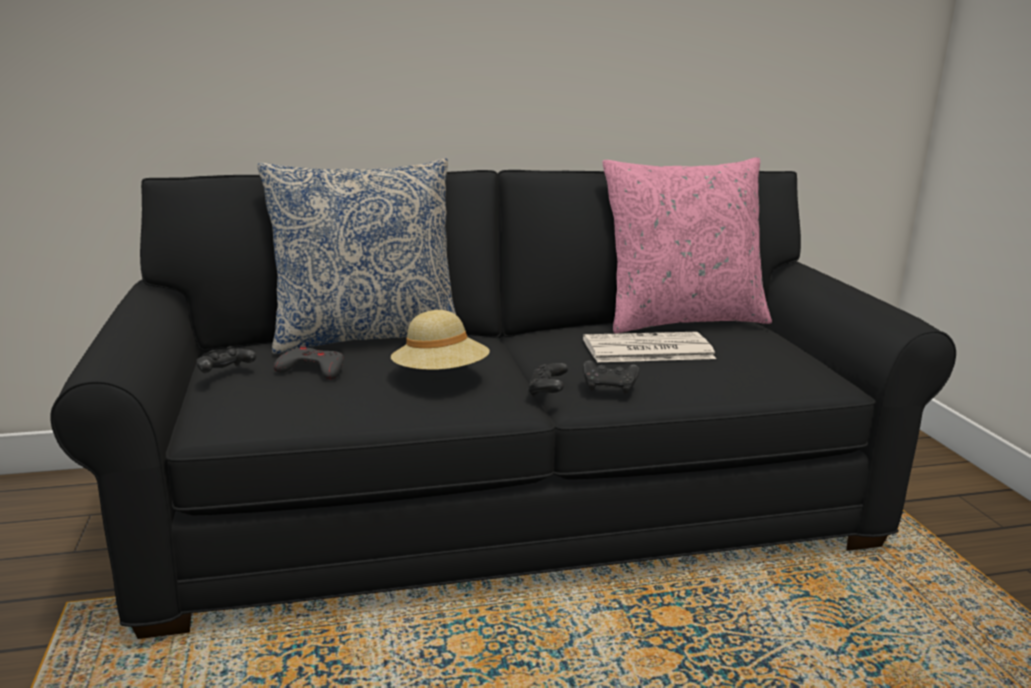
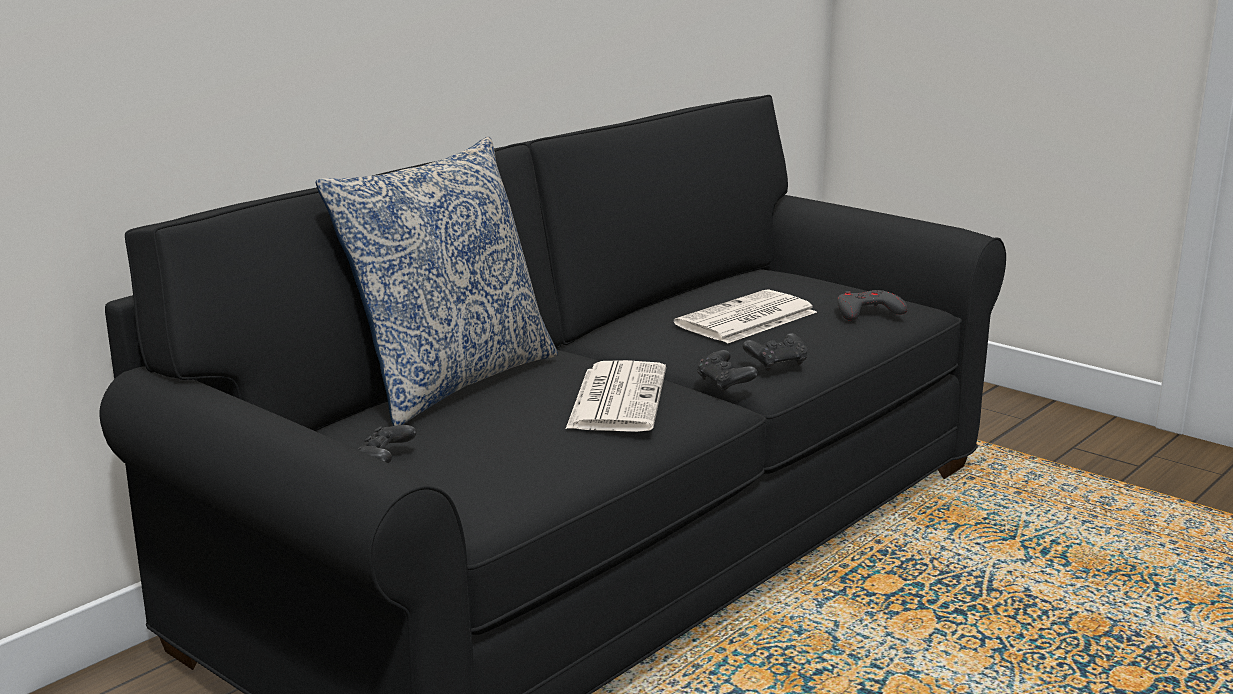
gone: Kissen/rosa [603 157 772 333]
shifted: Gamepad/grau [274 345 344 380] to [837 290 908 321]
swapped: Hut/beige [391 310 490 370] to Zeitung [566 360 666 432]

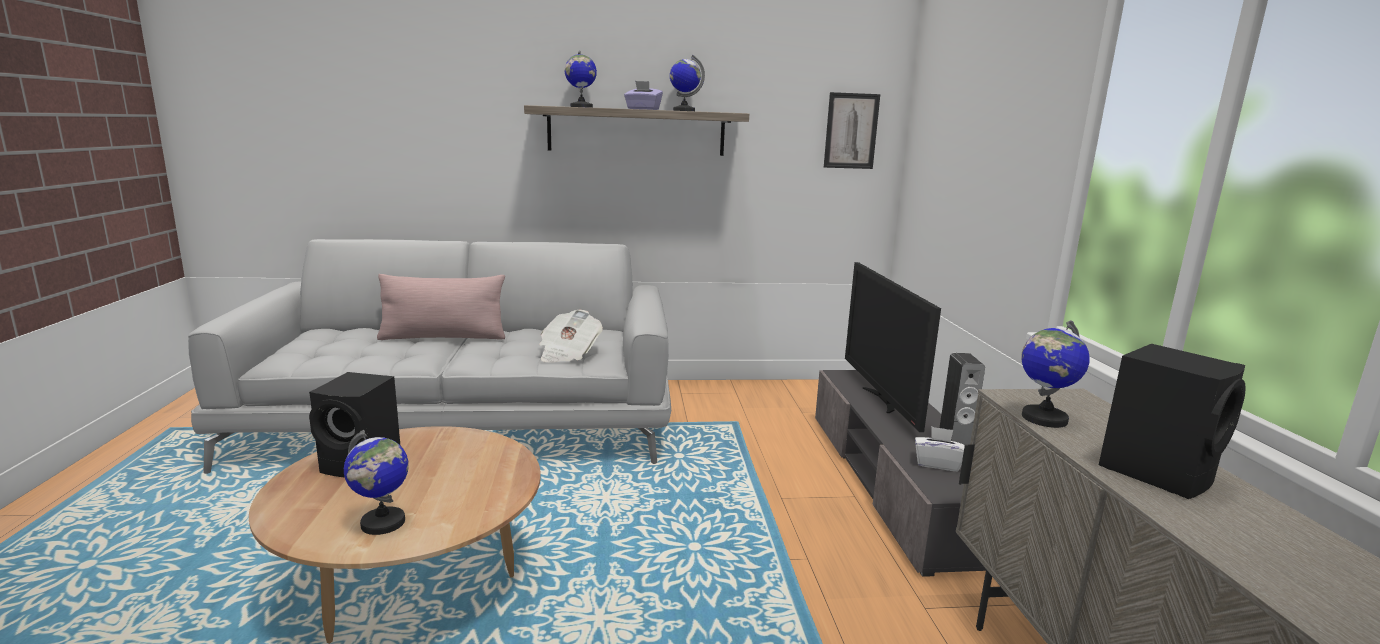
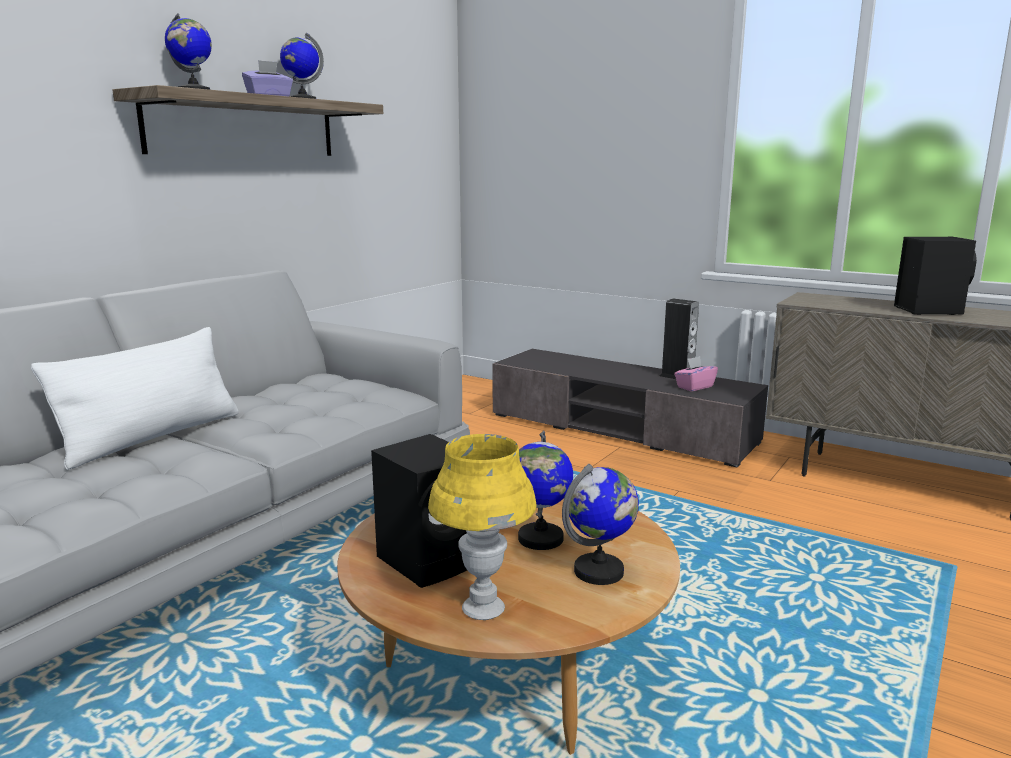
gone: Zeitung [539 310 603 363]; Bild [824 92 880 169]; Fernseher [845 262 941 432]
new: Tischlampe/gelb [428 434 536 620]
shifted: Globus [1021 320 1090 428] to [518 431 573 550]
repainted: Kissen/rosa [377 274 505 340] to Kissen/weiß [31 327 239 470]; Taschentuchbox/weiß [915 427 965 471] to Taschentuchbox/rosa [674 356 718 391]

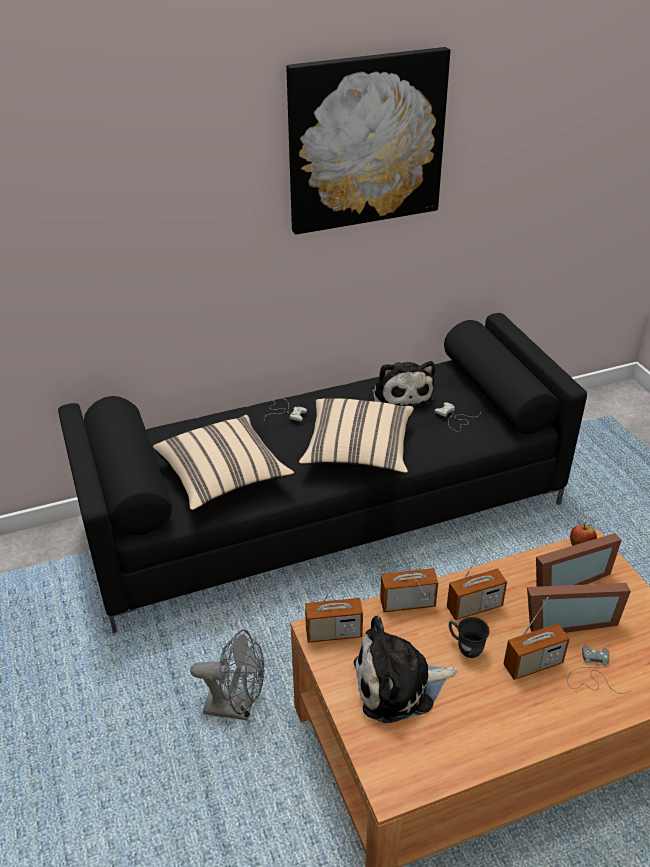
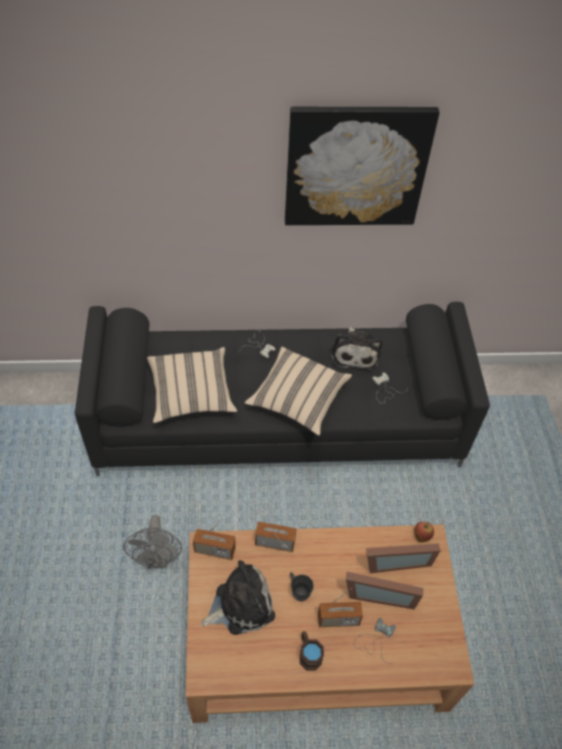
gone: Radio [447 542 507 620]
new: Henkelbecher/braun [300 631 324 671]
rotated: Ventilator/grau [191 629 264 720] = [124 515 182 568] 60 degrees clockwise; Plüschtier [354 616 457 723] = [201 560 275 635] 150 degrees clockwise

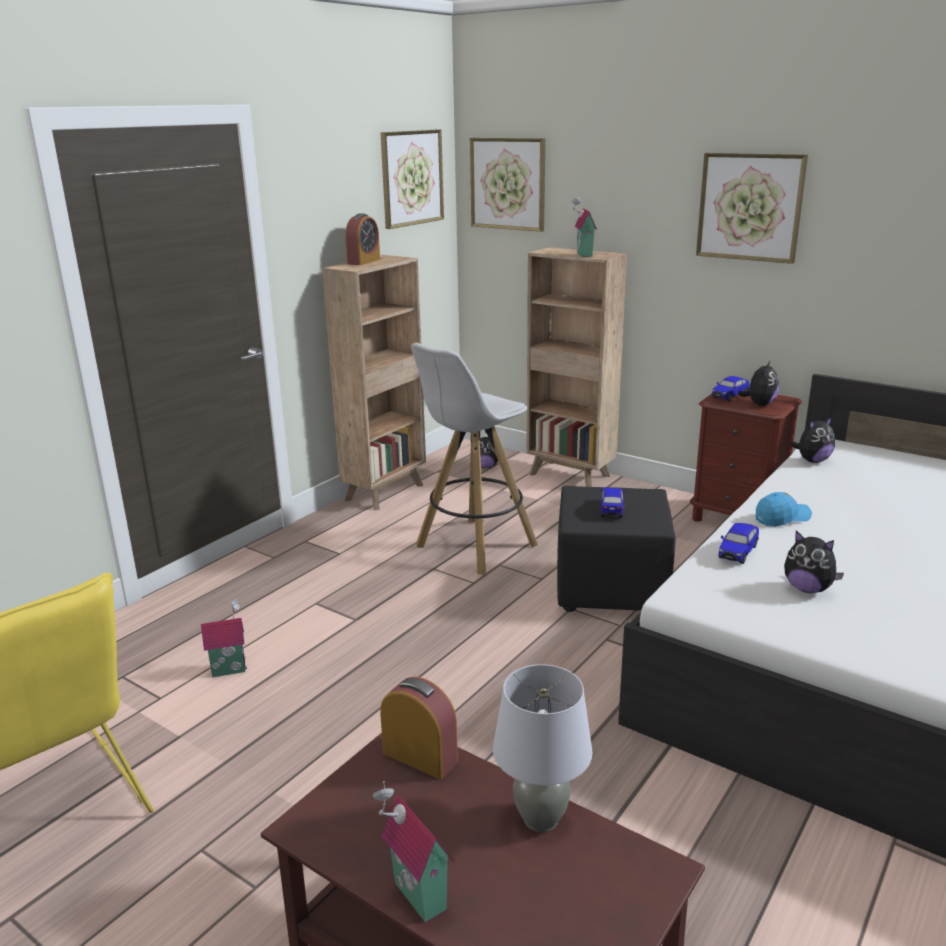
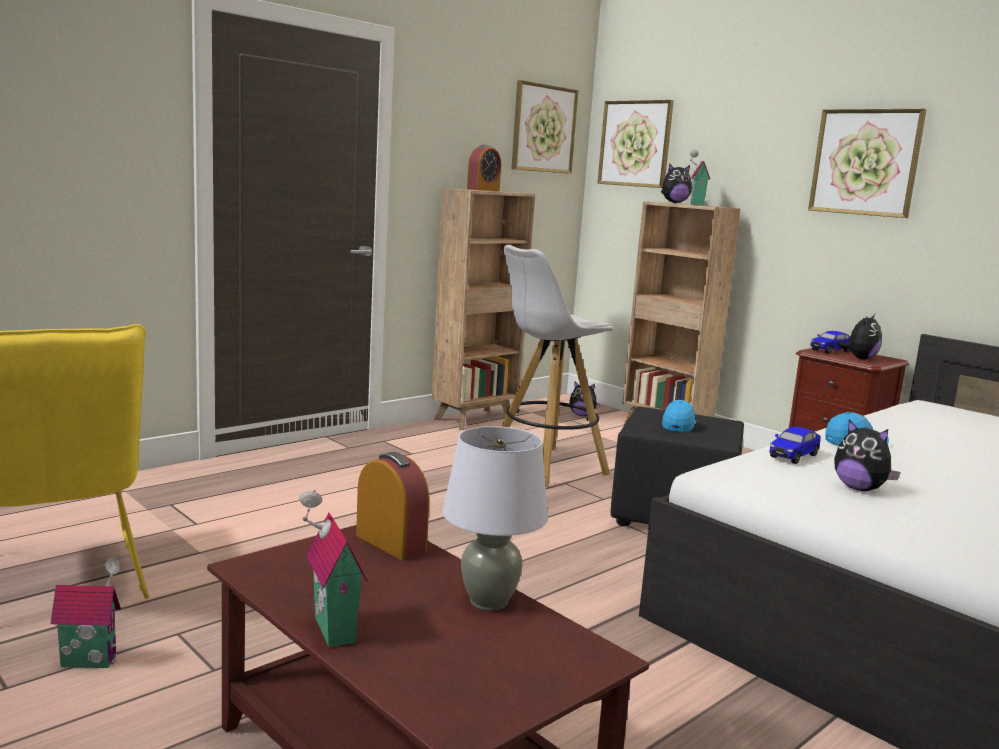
shifted: Spielzeughaus [201 599 247 677] to [51 558 121 668]; Plüschtier [791 417 835 463] to [661 164 692 203]
swapped: Spielzeugauto [600 488 625 518] to Kappe/blau [662 400 696 432]

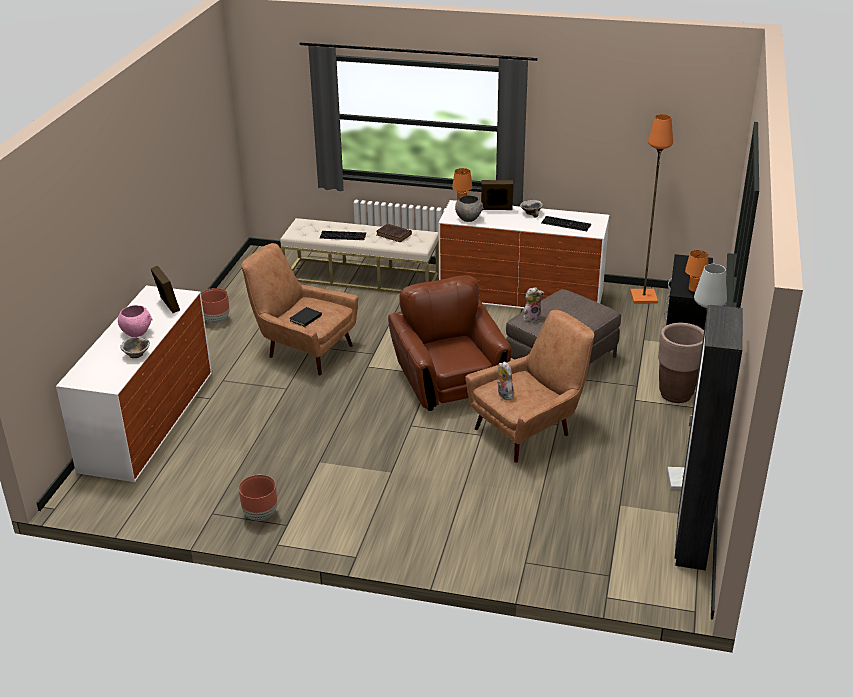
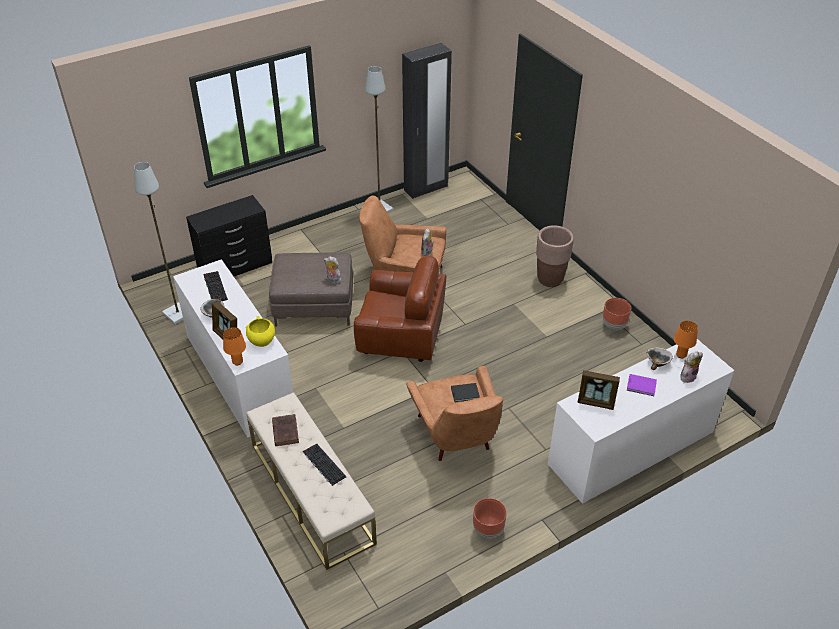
new: Plüschtier [680 351 703 383]
shifted: Pflanzkübel/braun [658 323 704 403] to [536 225 574 287]; Tischlampe/orange [685 250 708 293] to [674 321 698 358]
swapped: Schüssel/rosa [118 305 153 337] to Buch/lila [627 374 657 396]
repainted: Schüssel/grau [455 195 484 222] to Schüssel/gelb [246 316 275 347]; Stehlampe/orange [630 114 673 304] to Stehlampe/grau [134 162 183 324]
rotated: Bilderrahmen [151 266 180 313] = [578 370 620 410] 90 degrees counterclockwise; Sessel/braun [388 275 511 411] = [354 256 446 362] 105 degrees counterclockwise

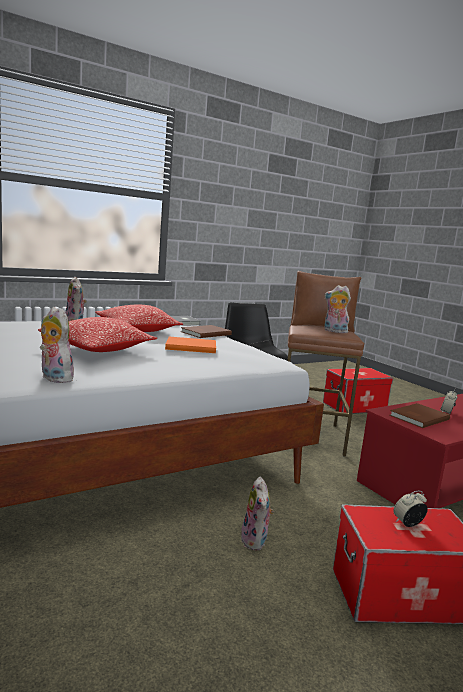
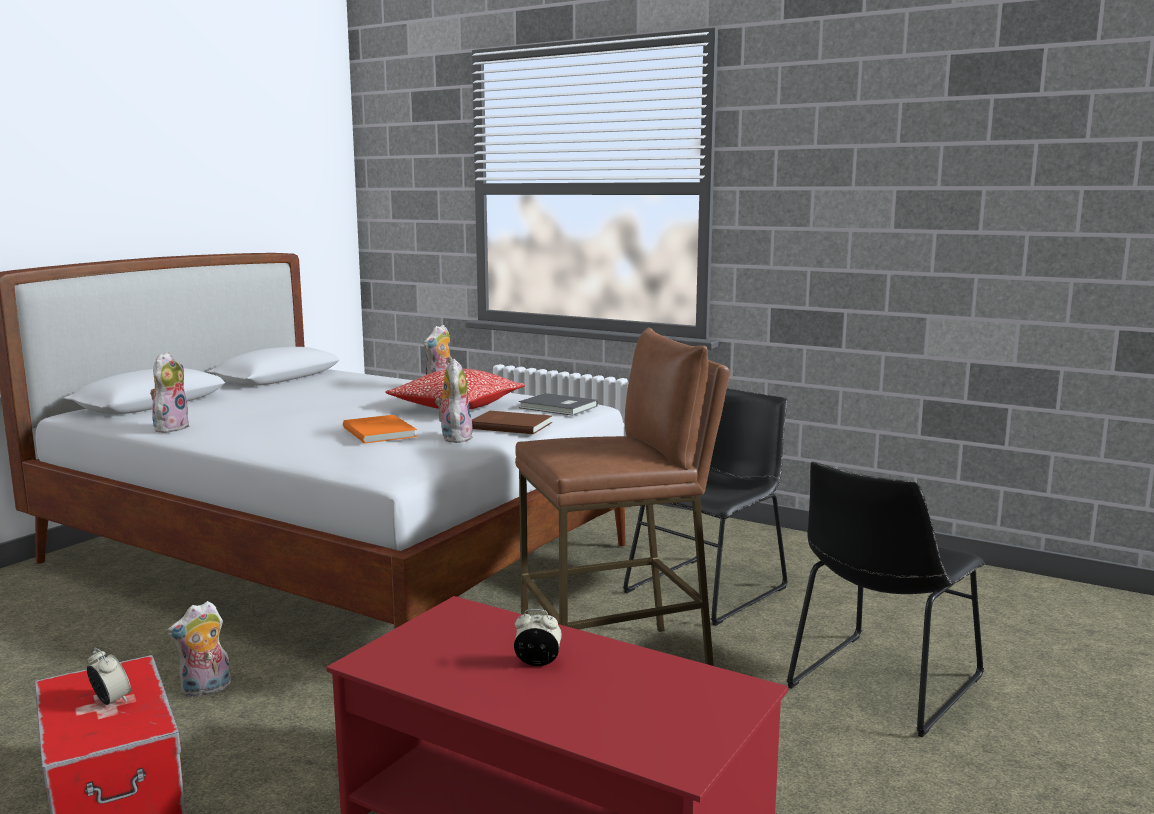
gone: Kissen [38 317 158 352]; Buch/braun [390 403 450 428]
shifted: Plüschtier [324 285 351 333] to [435 359 473 443]
swapped: Aufbewahrungsbox [323 368 393 414] to Stuhl/schwarz [787 462 985 738]

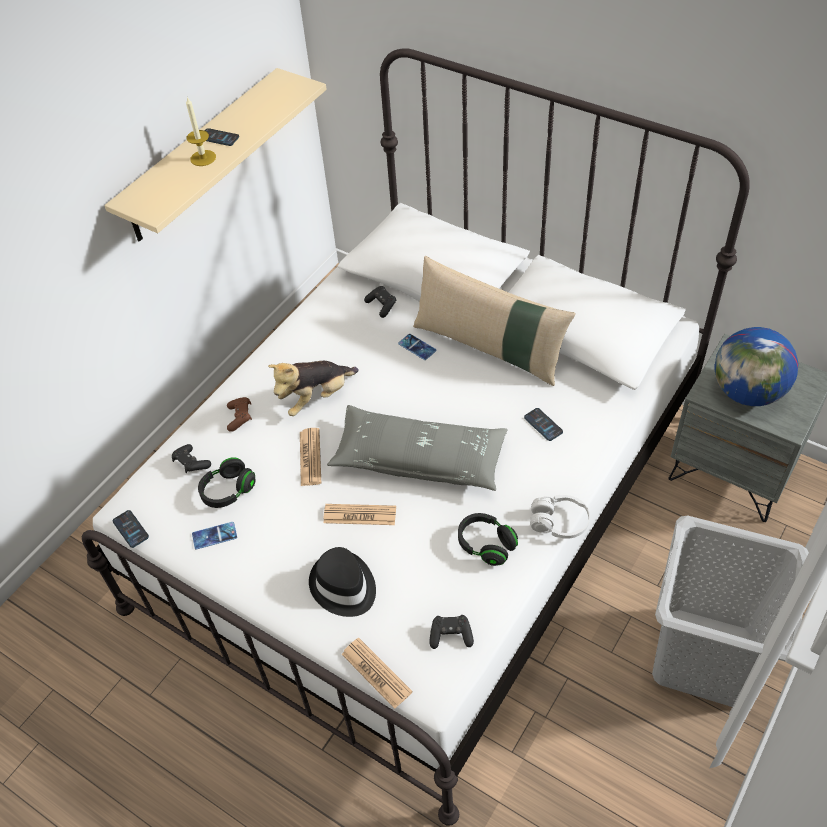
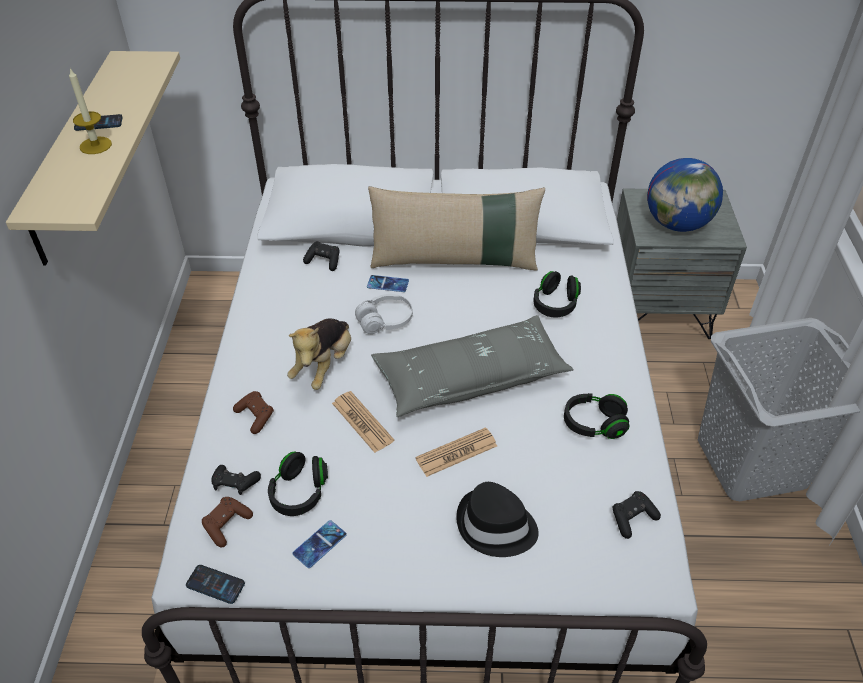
gone: Zeitung [342 638 413 709]
new: Gamepad/braun [202 497 253 547]
shifted: Kopfhörer/weiß [530 495 590 539] to [355 294 413 334]
swapped: Handy [524 408 563 441] to Kopfhörer/schwarz [533 271 581 318]

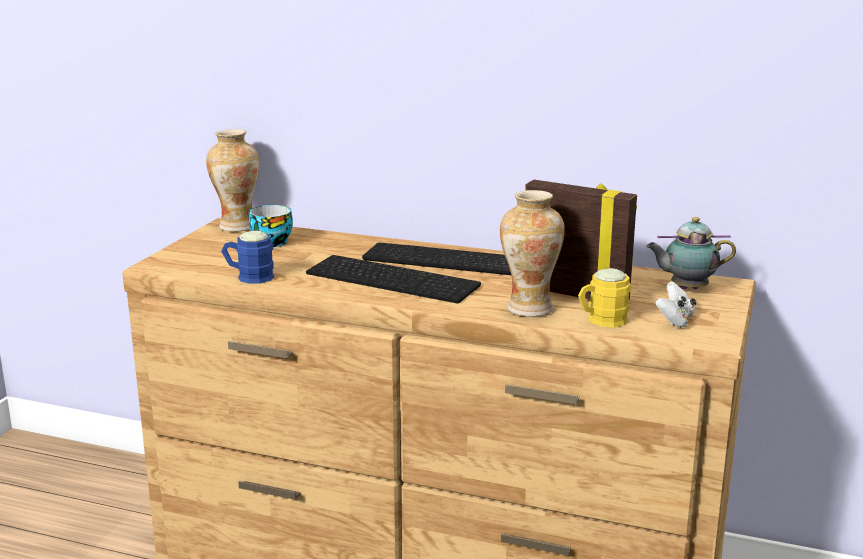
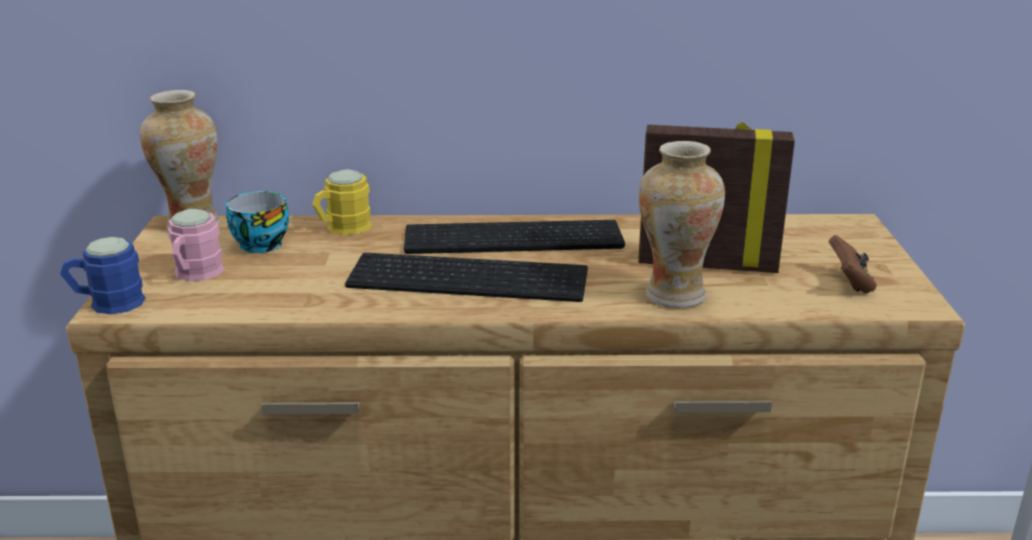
gone: Teekanne [646 217 736 289]
new: Henkelbecher/rosa [168 209 225 281]
shifted: Henkelbecher/blau [221 231 275 284] to [60 237 146 314]; Henkelbecher/gelb [578 268 631 328] to [312 169 372 235]
repainted: Gamepad/weiß [655 281 696 328] to Gamepad/braun [829 235 877 293]

